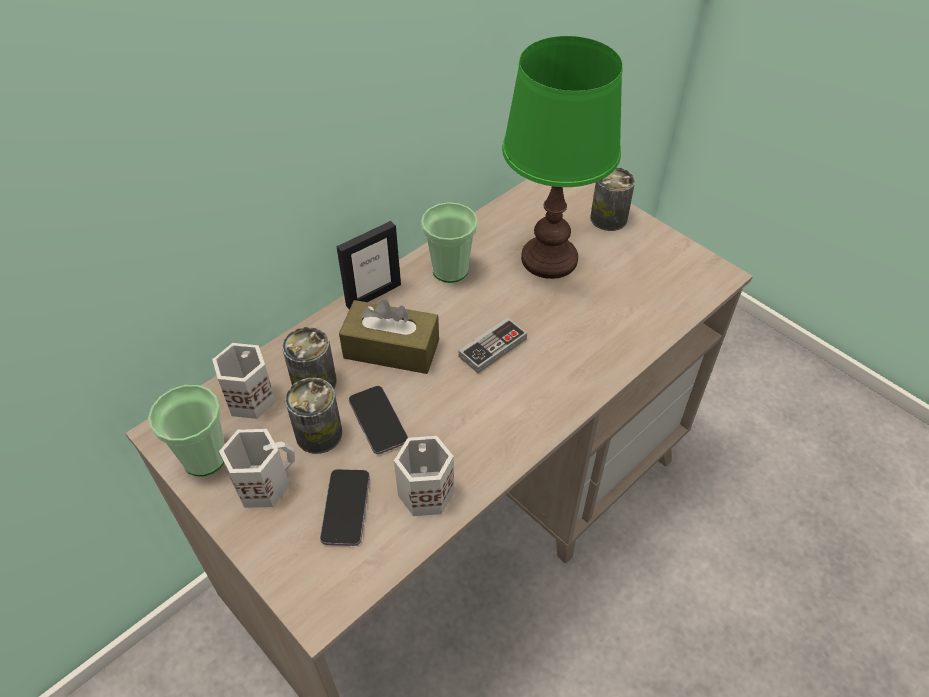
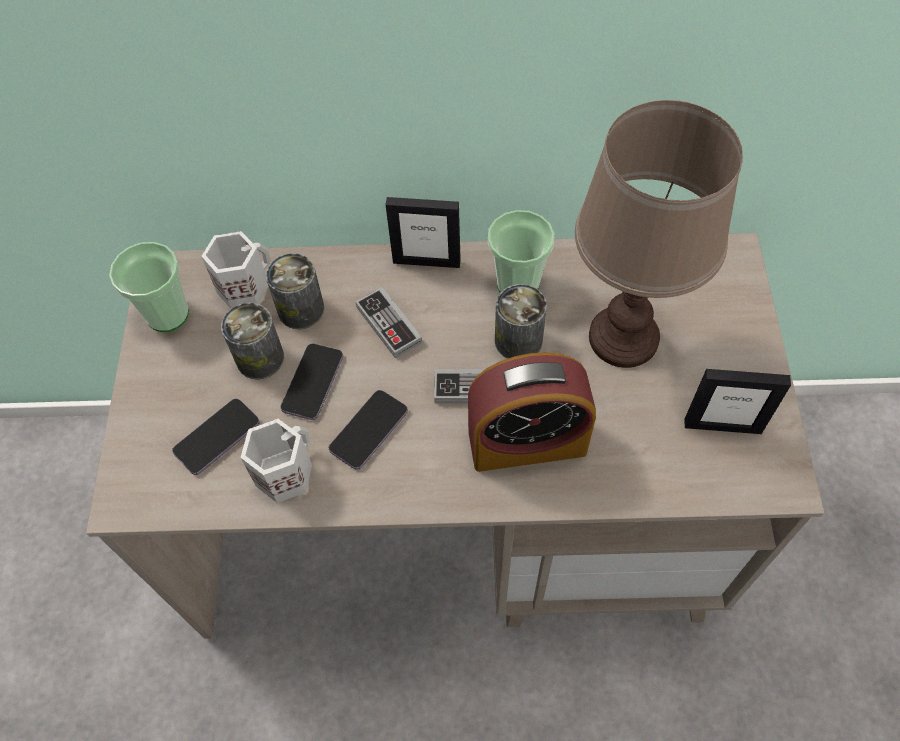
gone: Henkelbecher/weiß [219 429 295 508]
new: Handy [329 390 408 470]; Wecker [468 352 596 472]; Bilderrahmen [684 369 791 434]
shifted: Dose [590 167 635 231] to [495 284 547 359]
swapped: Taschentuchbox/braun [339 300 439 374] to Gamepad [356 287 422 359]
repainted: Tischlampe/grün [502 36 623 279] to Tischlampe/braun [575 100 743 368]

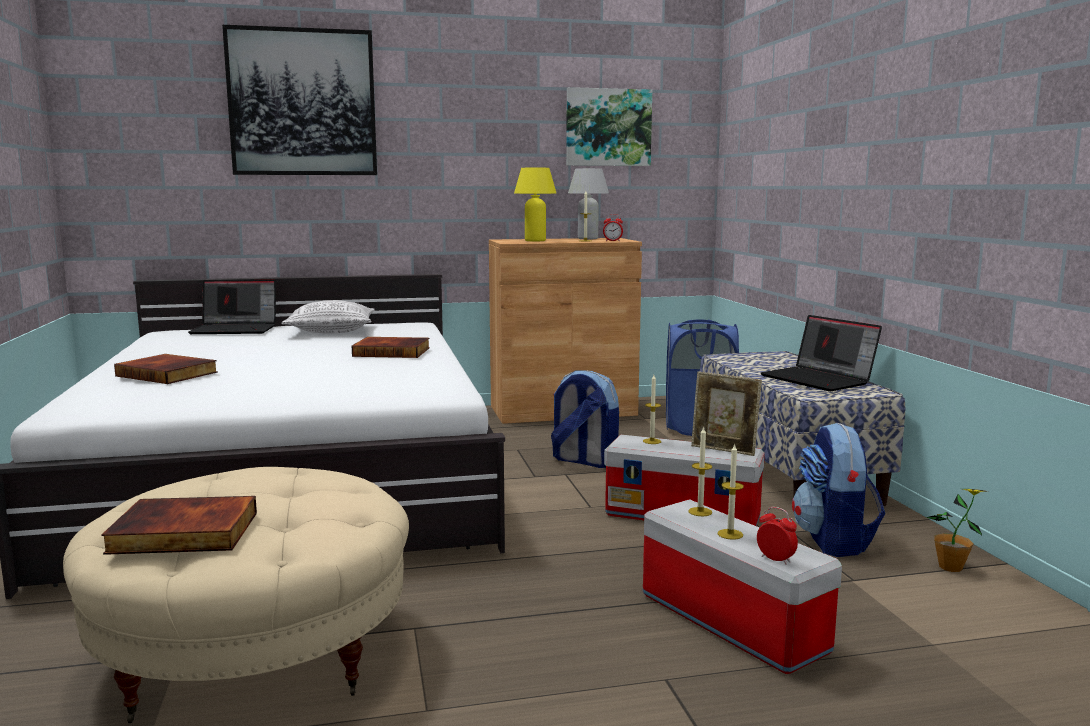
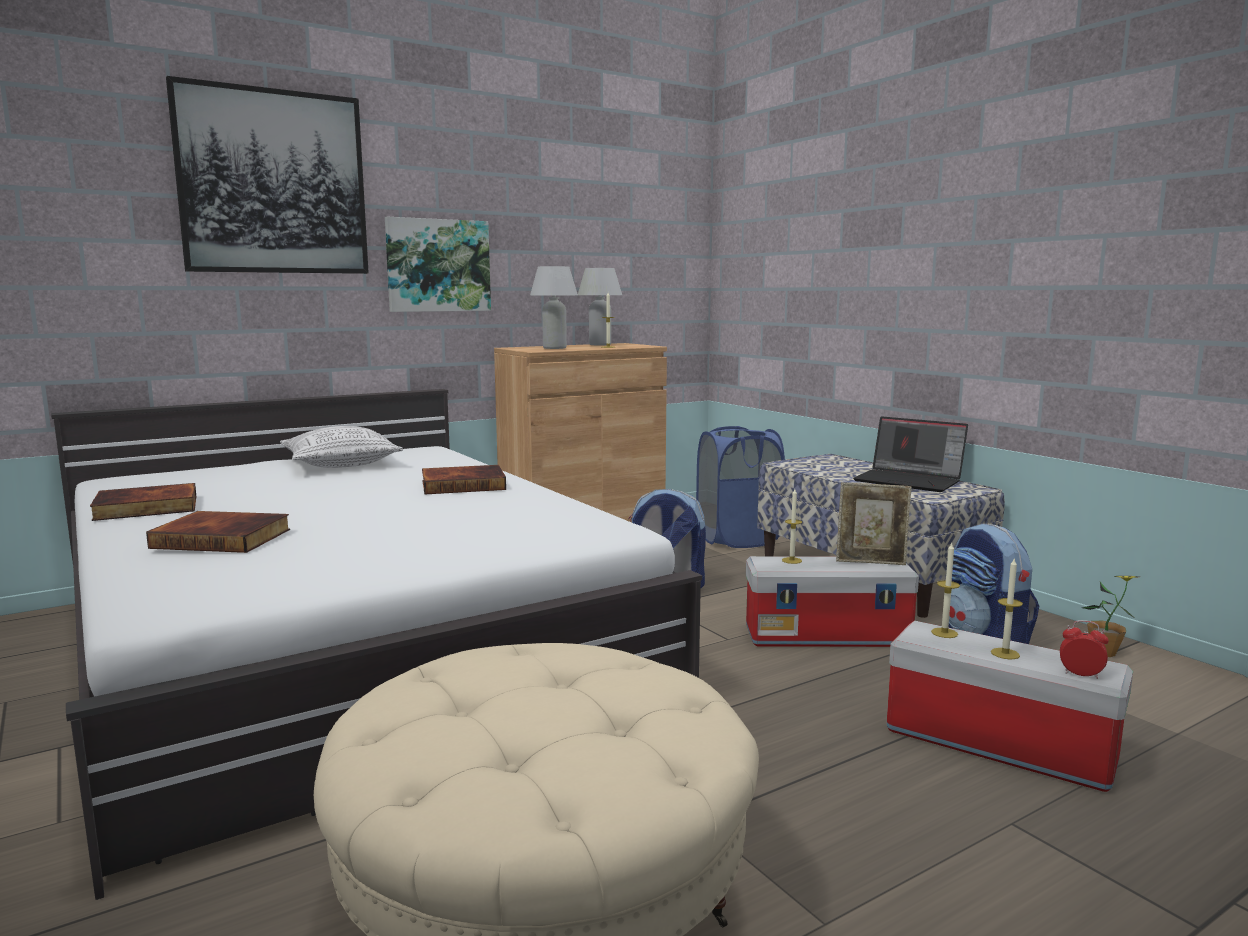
gone: Laptop [188 280 276 334]; Wecker [603 214 623 241]
shifted: Buch [101 496 257 555] to [90 483 196 521]; Bild [566 87 652 166] to [385 217 491 312]
repainted: Tischlampe/gelb [514 168 557 241] to Tischlampe/weiß [530 266 578 349]

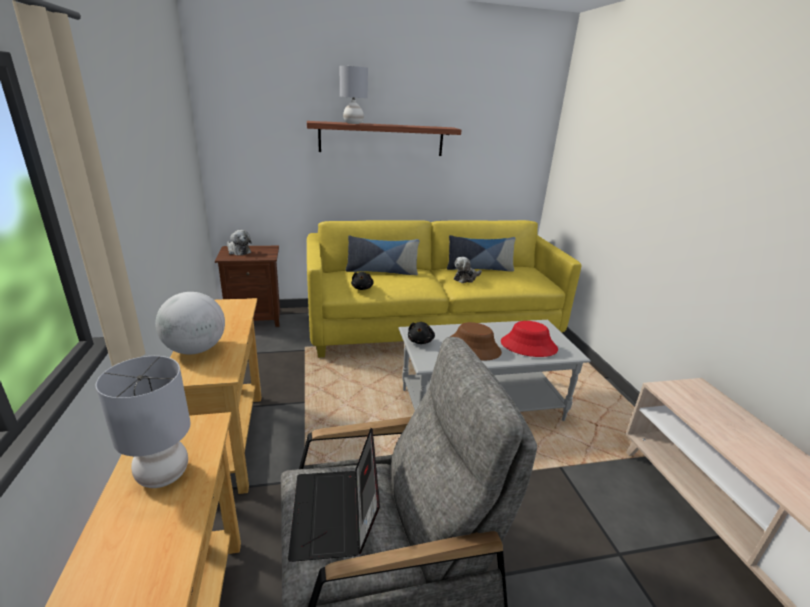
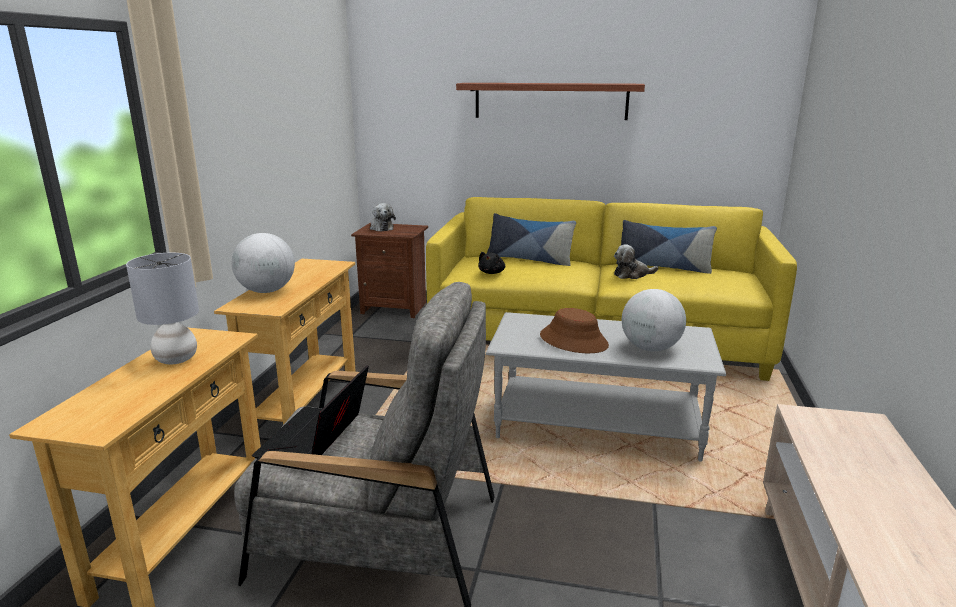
gone: Tischlampe/grau [340 66 368 124]; Plüschtier/schwarz [408 322 435 344]
swapped: Hut/rot [501 321 558 357] to Globus [622 289 686 351]

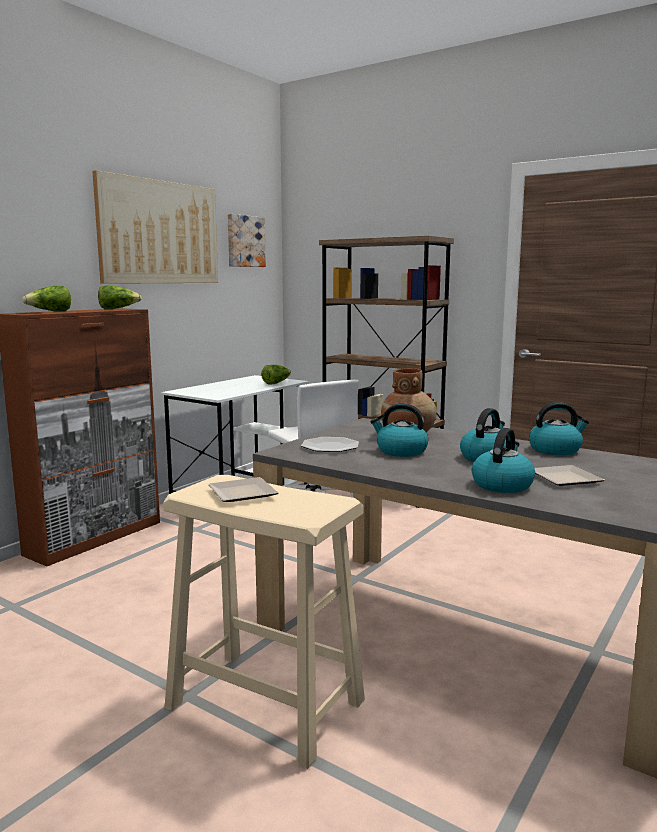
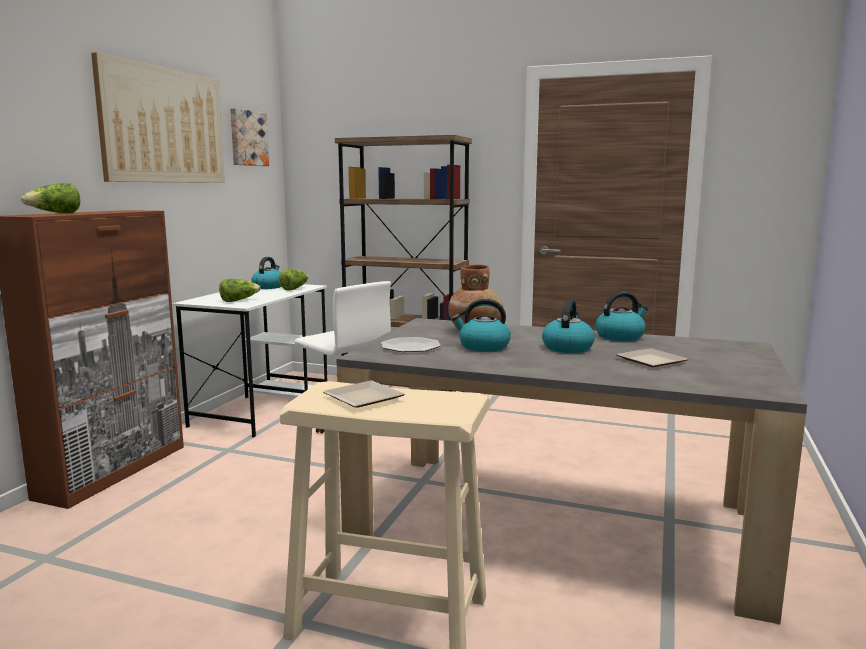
shifted: Salatkopf [98 285 142 309] to [219 279 261 302]; Wasserkessel [472 428 535 493] to [251 257 281 289]

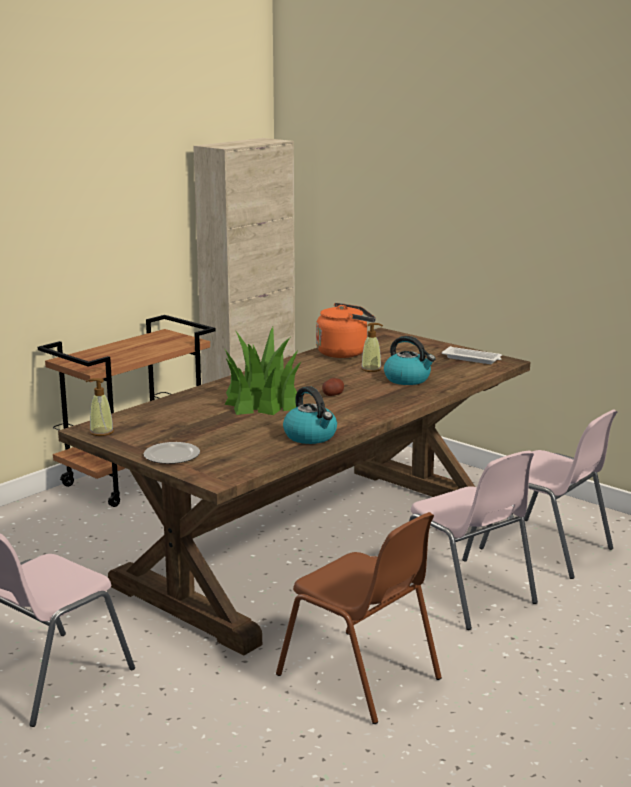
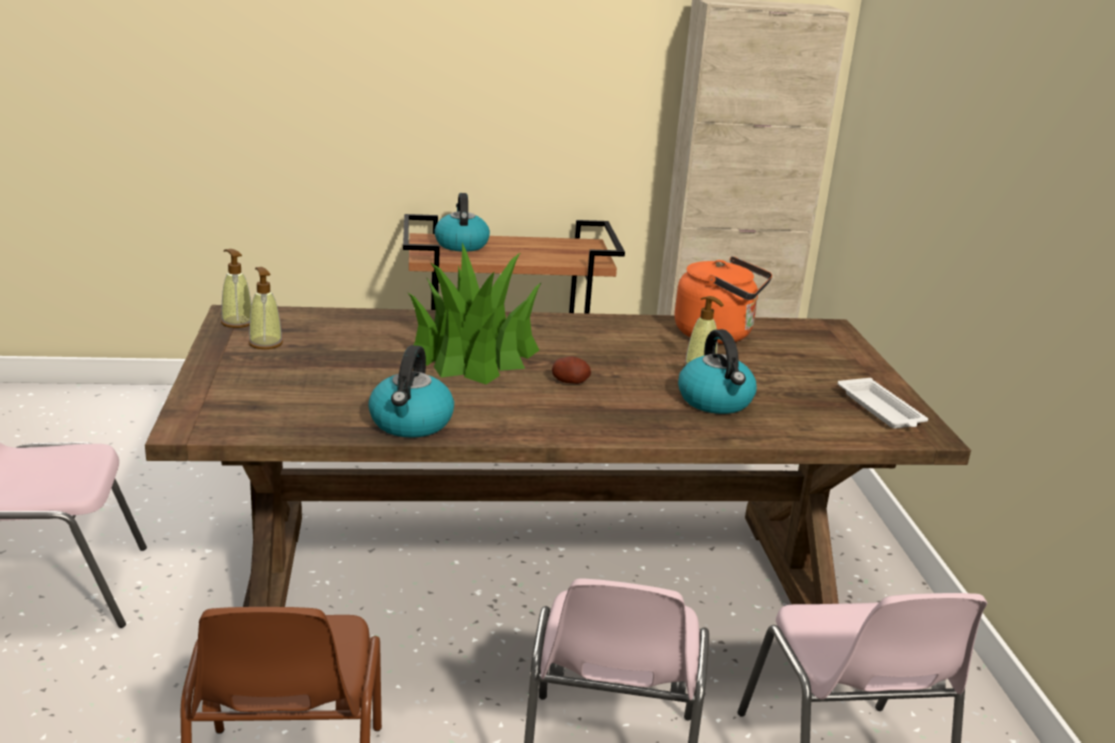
gone: Teller [144 442 200 464]
new: Seifenspender [249 267 283 349]; Wasserkessel [434 193 490 251]

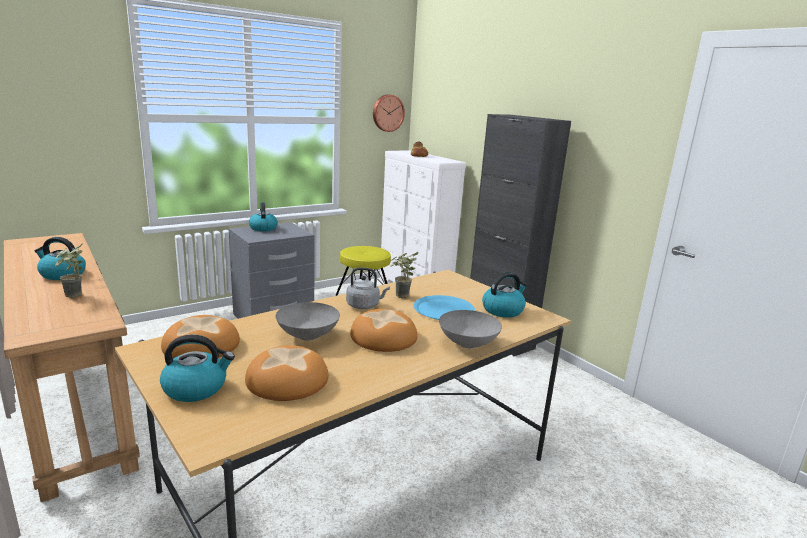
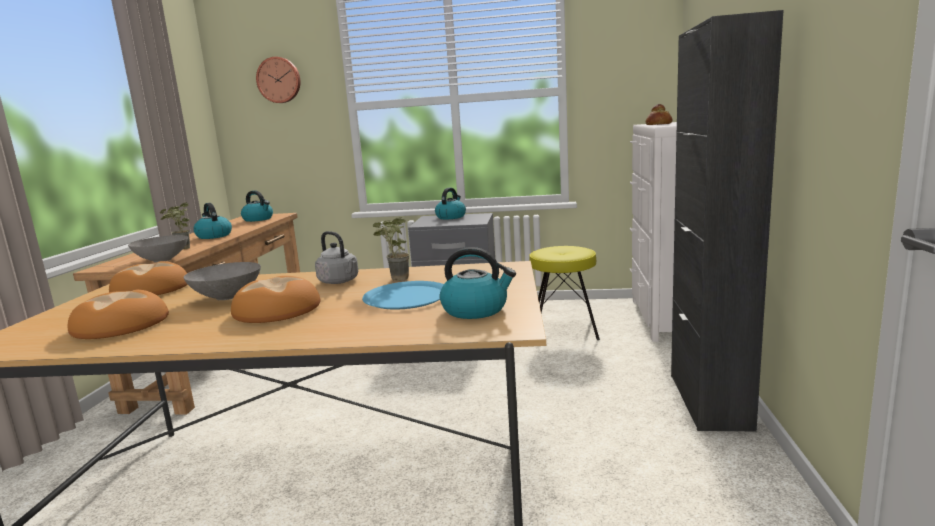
shifted: Wasserkessel [160 335 235 402] to [241 190 273 222]; Wanduhr [373 95 405 132] to [256 57 300 103]; Schüssel/grau [439 310 502 348] to [128 235 188 262]

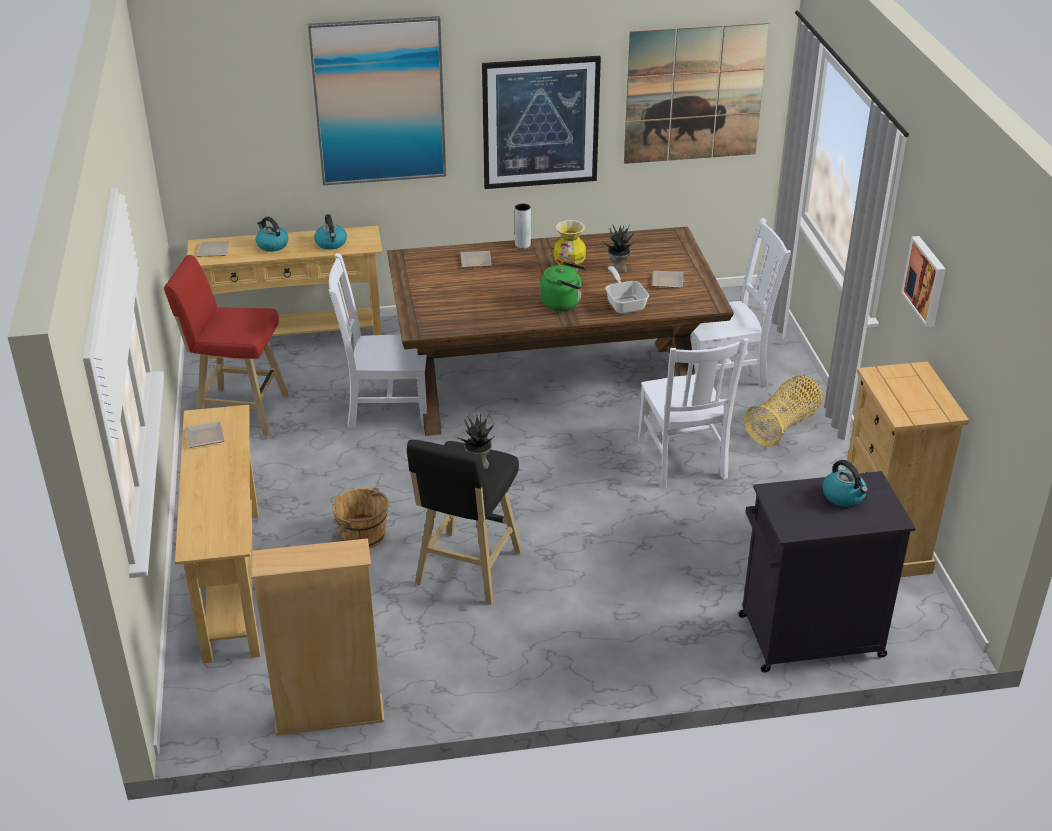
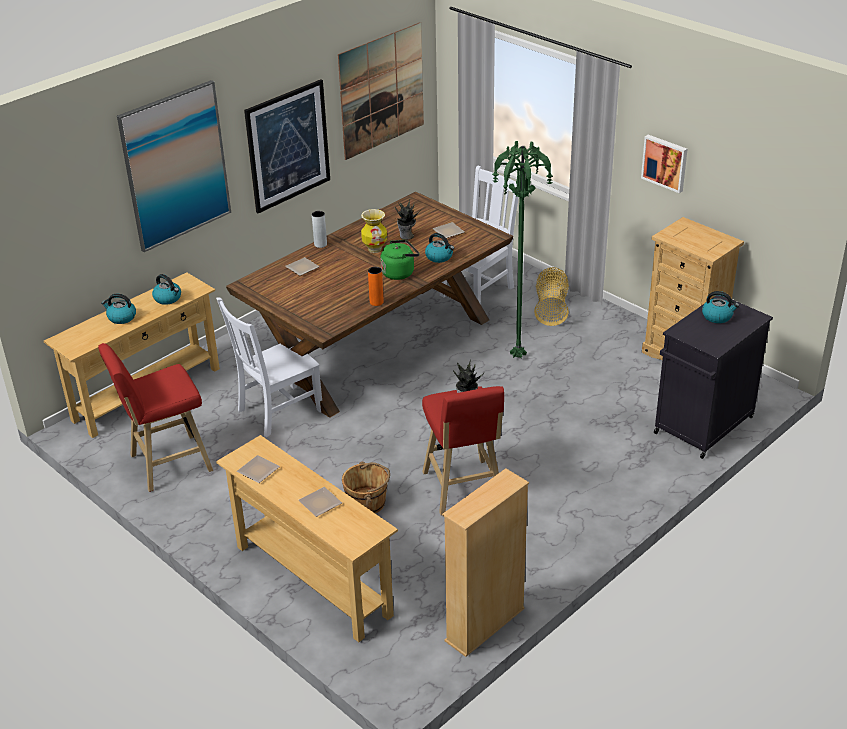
new: Vase/orange [368 267 384 306]
shifted: Teller [197 241 230 256] to [299 487 342 517]
swapped: Pfanne [605 266 649 314] to Wasserkessel [425 233 454 263]; Stuhl/weiß [638 338 749 488] to Stehlampe/grün [492 141 553 358]
repainted: Hocker/schwarz [407 440 522 604] to Hocker/rot [422 386 504 516]

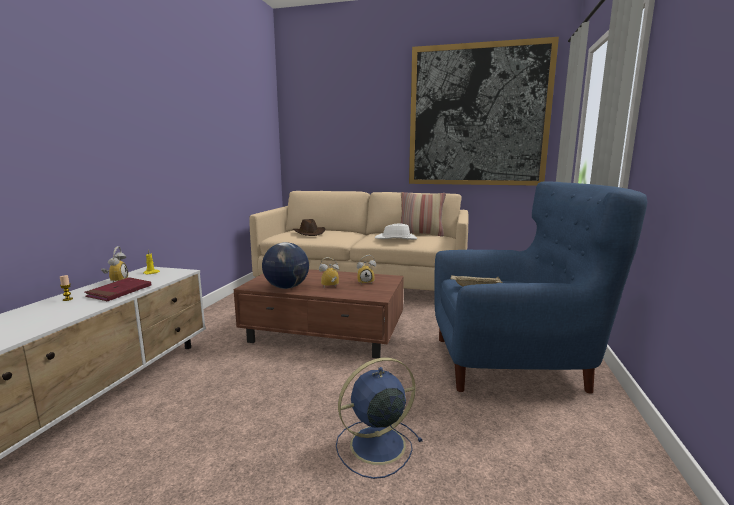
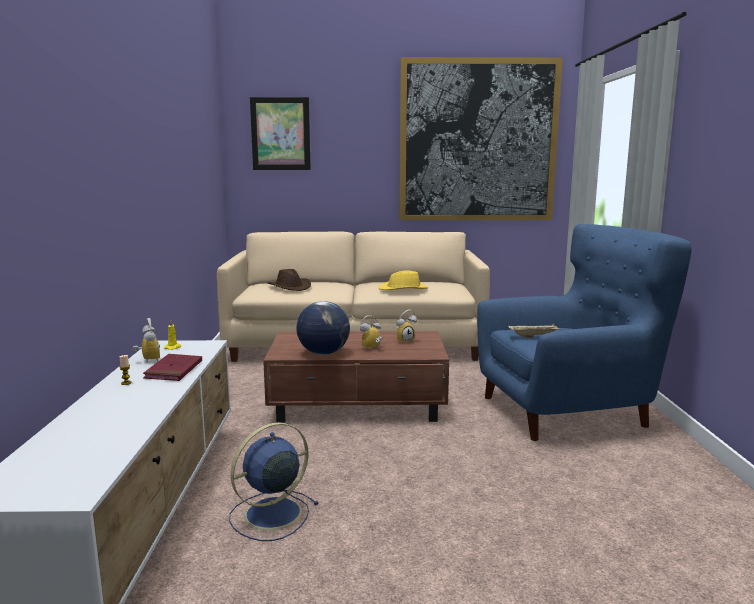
gone: Kissen [400 192 446 237]
new: Bild [250 97 311 170]
shifted: Ventilator/blau [336 358 422 479] to [229 422 319 541]
repainted: Hut/weiß [375 224 417 240] to Hut/gelb [378 270 428 290]

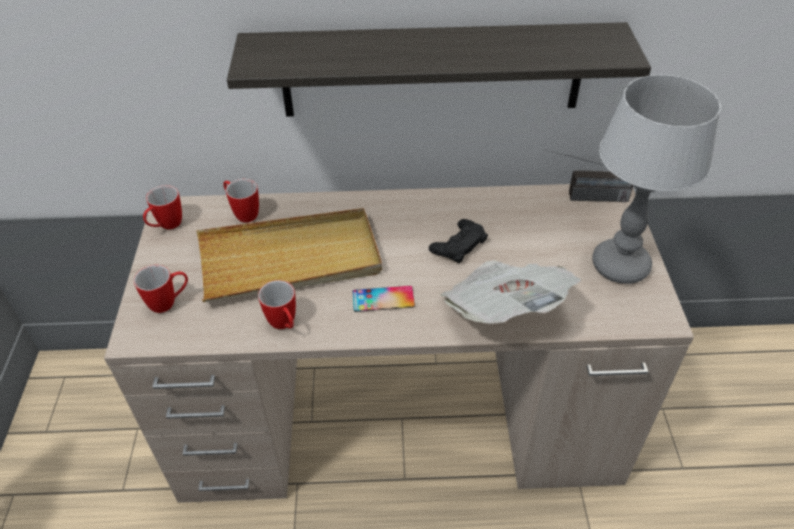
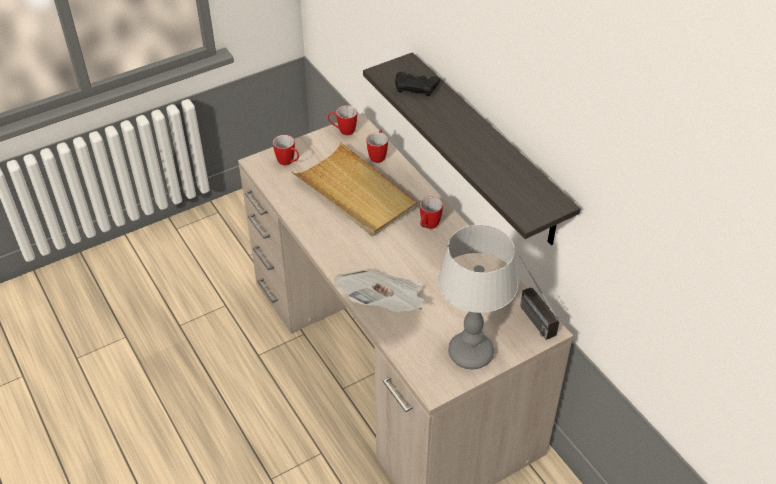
gone: Handy [353 286 415 312]
shifted: Henkelbecher [258 280 296 329] to [420 196 443 229]; Gamepad/schwarz [429 219 488 263] to [395 72 440 96]

